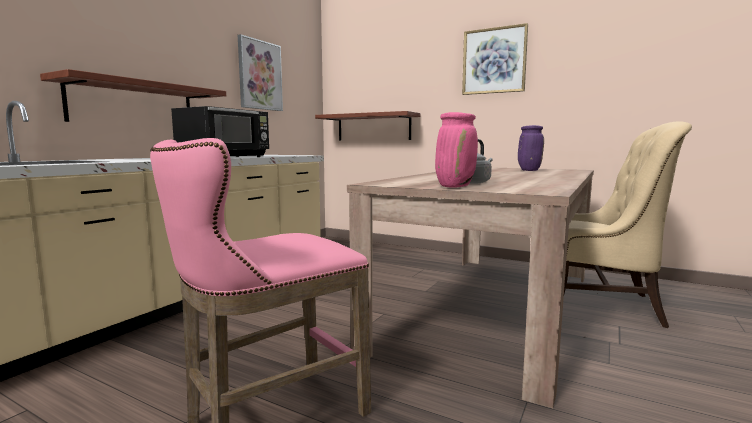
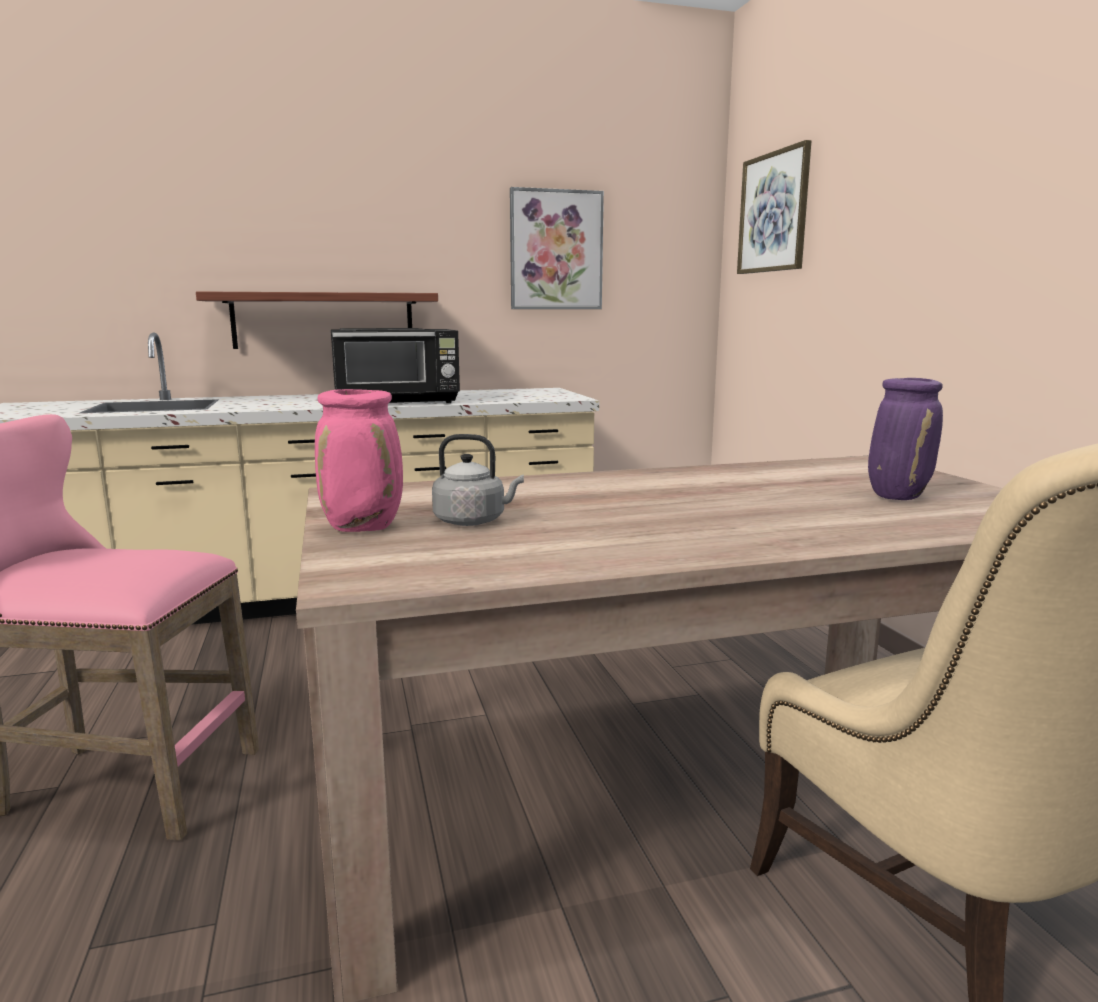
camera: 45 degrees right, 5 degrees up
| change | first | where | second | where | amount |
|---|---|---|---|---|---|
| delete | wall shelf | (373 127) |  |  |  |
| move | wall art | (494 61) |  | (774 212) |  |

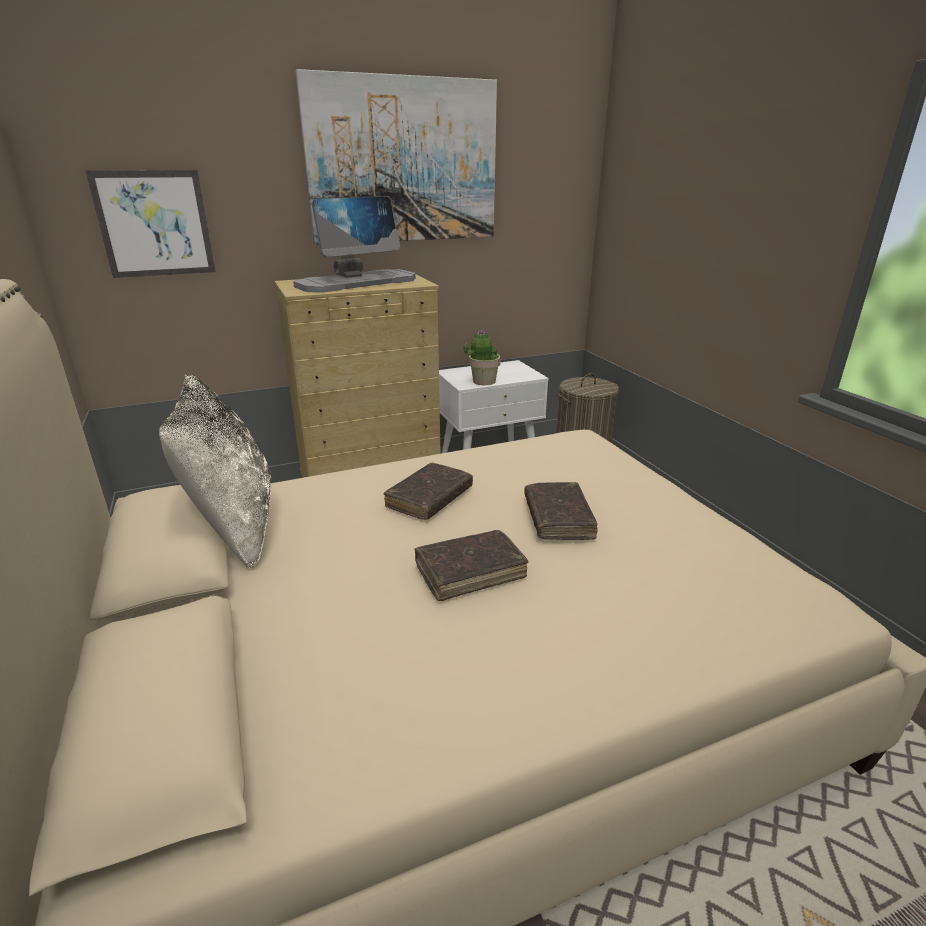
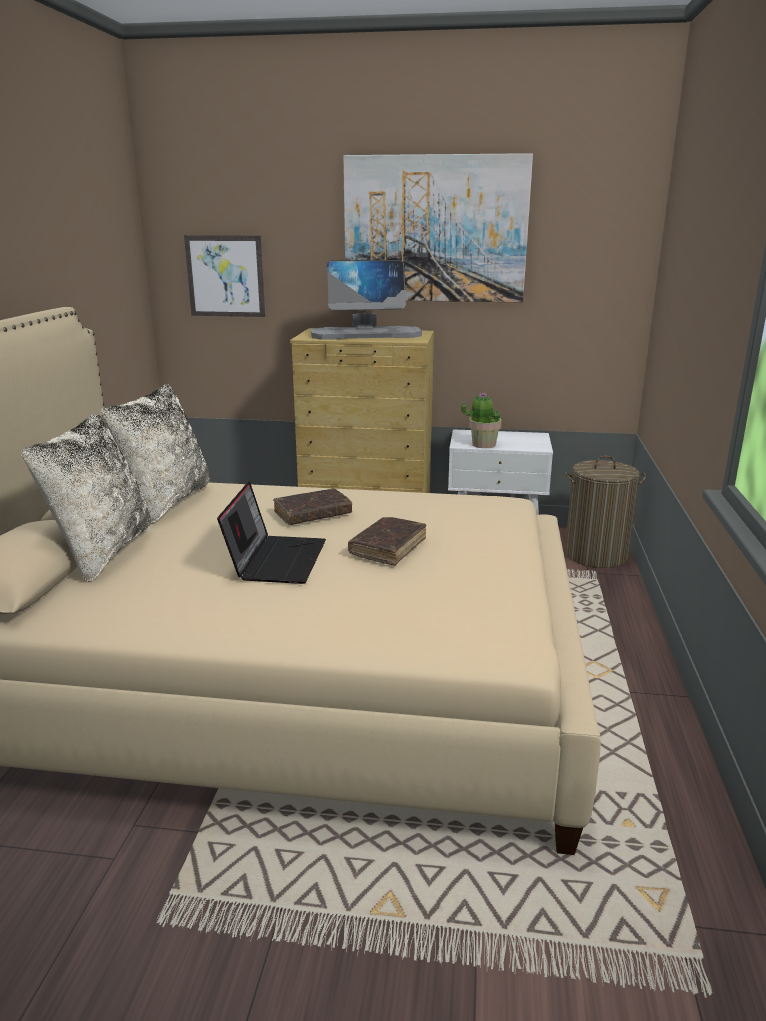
camera: 30 degrees right, 5 degrees down
| change | first | where | second | where | amount |
|---|---|---|---|---|---|
| insert |  |  | throw pillow/beige | (104 552) |  |
| replace | volume/brown | (470 572) | notebook computer | (276 559) |  |

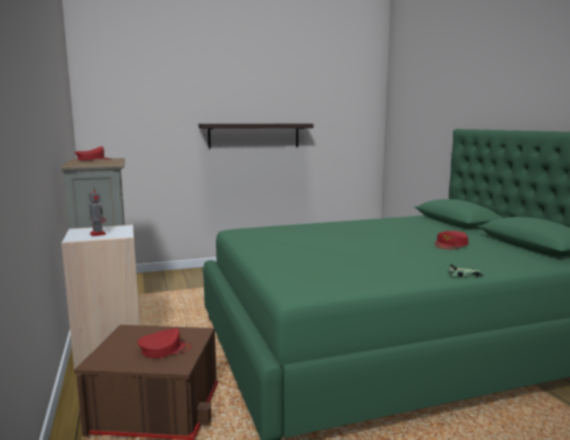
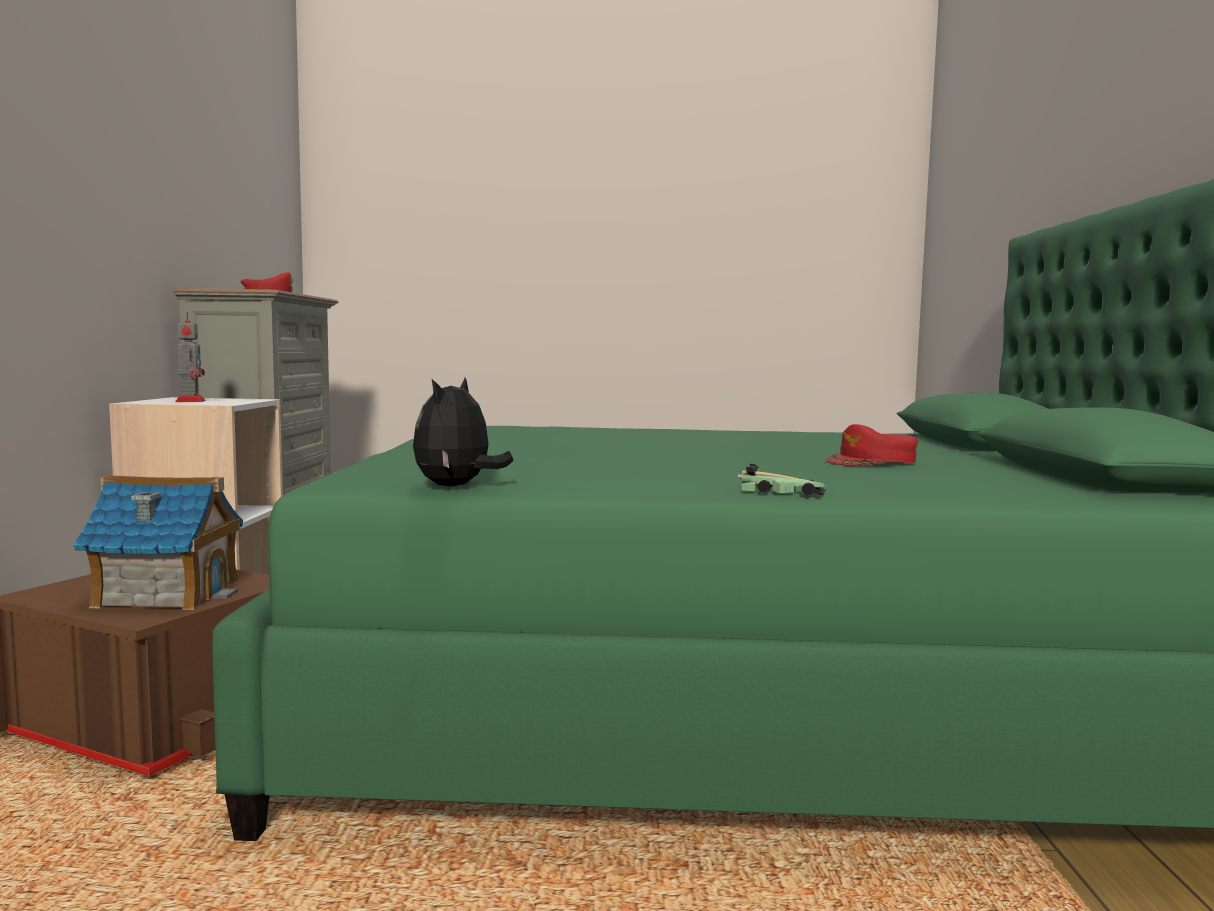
camera: 20 degrees right, 5 degrees down
| change | first | where | second | where | amount |
|---|---|---|---|---|---|
| delete | wall shelf | (254 135) |  |  |  |
| insert |  |  | cuddly toy | (456 487) |  |
| replace | cap/reddish | (165 349) | model house | (167 594) |  |

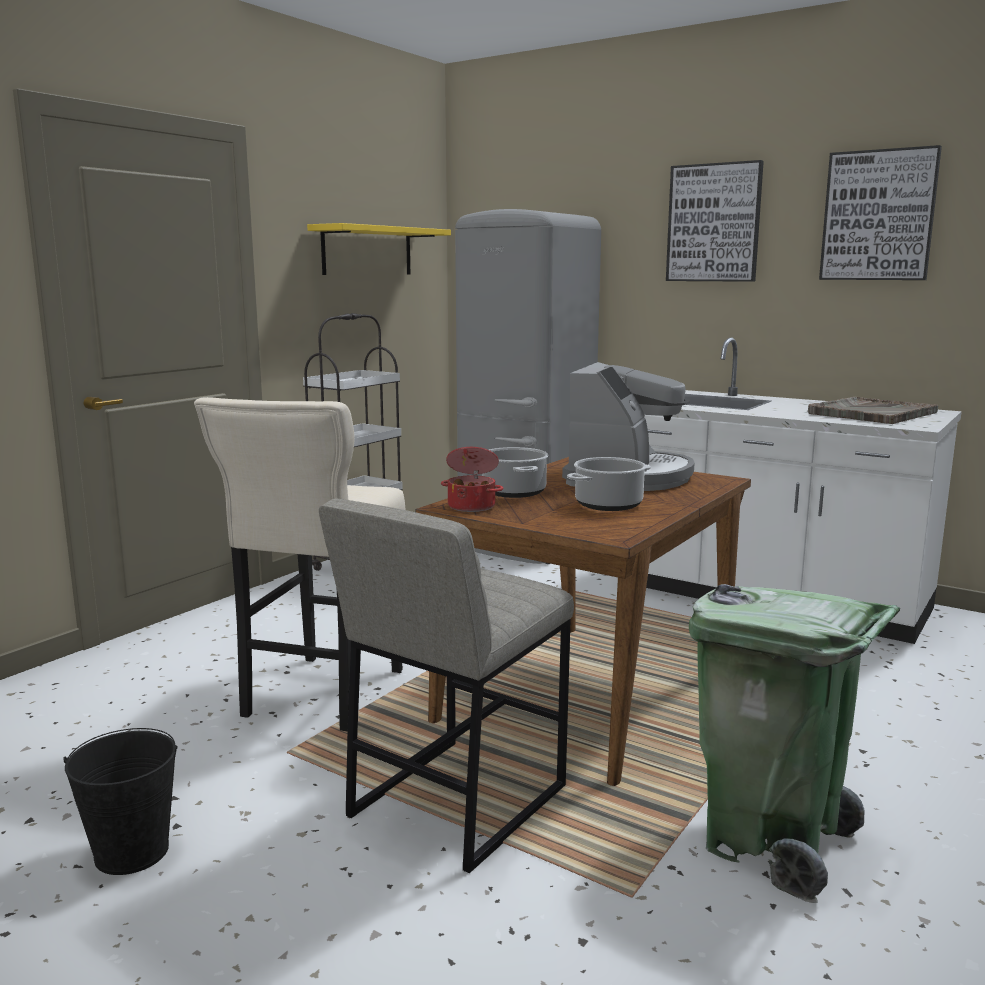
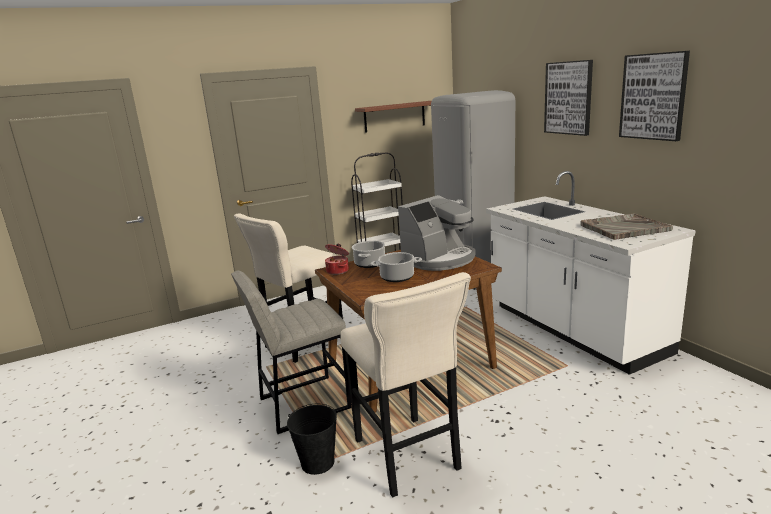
camera: 30 degrees right, 5 degrees up
| change | first | where | second | where | amount |
|---|---|---|---|---|---|
| move | pail/blackish | (132 852) |  | (317 462) |  |
| replace | trash can/green-coloured | (772 842) | stool seat/beige | (408 458) |  |
| recolor | wall shelf/yellow-coloured | (367 251) | wall shelf/brown | (394 116) |  |

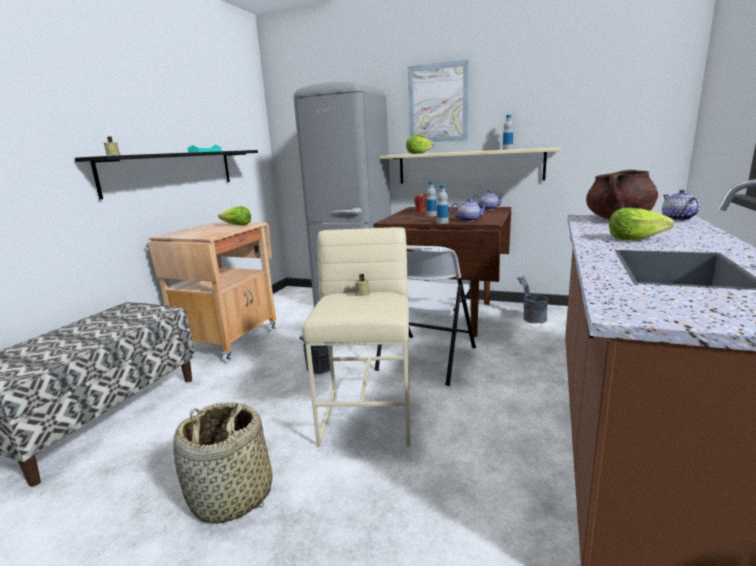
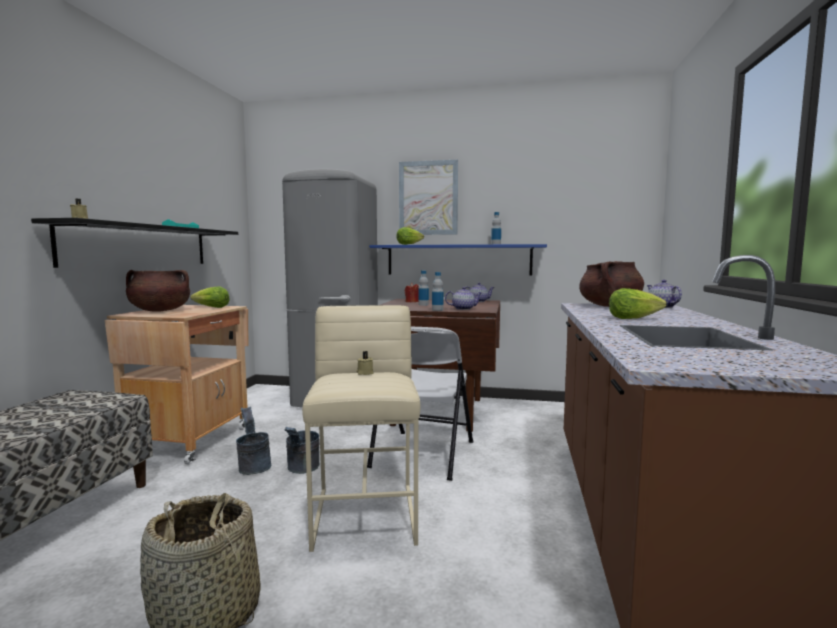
camera: 10 degrees left, 10 degrees down
| change | first | where | second | where | amount |
|---|---|---|---|---|---|
| insert |  |  | cooking pot/brown | (159 311) |  |
| move | pail/gray | (531 318) |  | (253 466) |  |
| recolor | wall shelf/beige | (469 166) | wall shelf/blue | (458 260) |  |

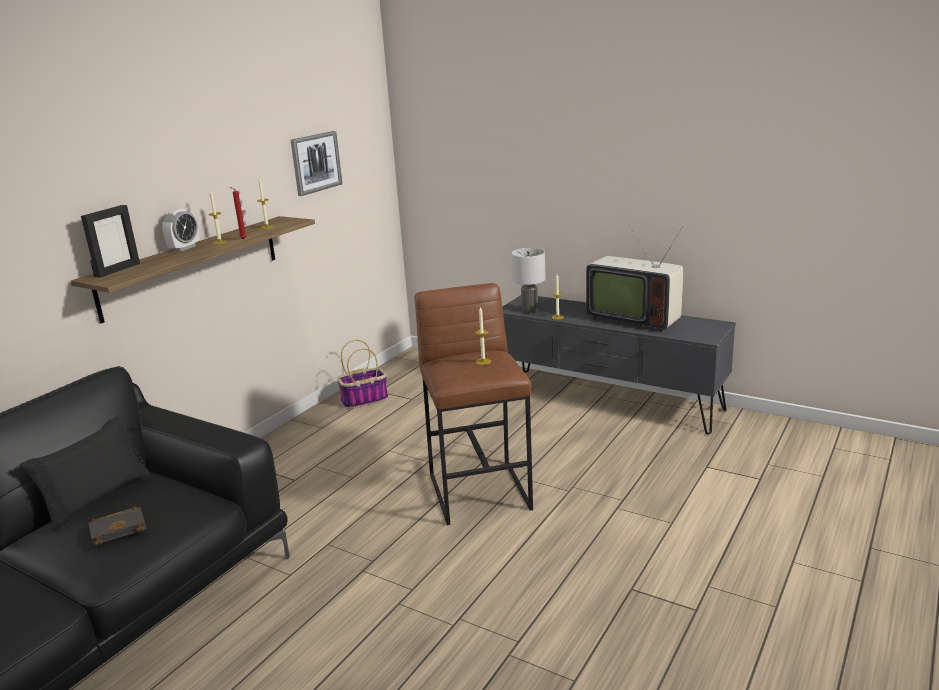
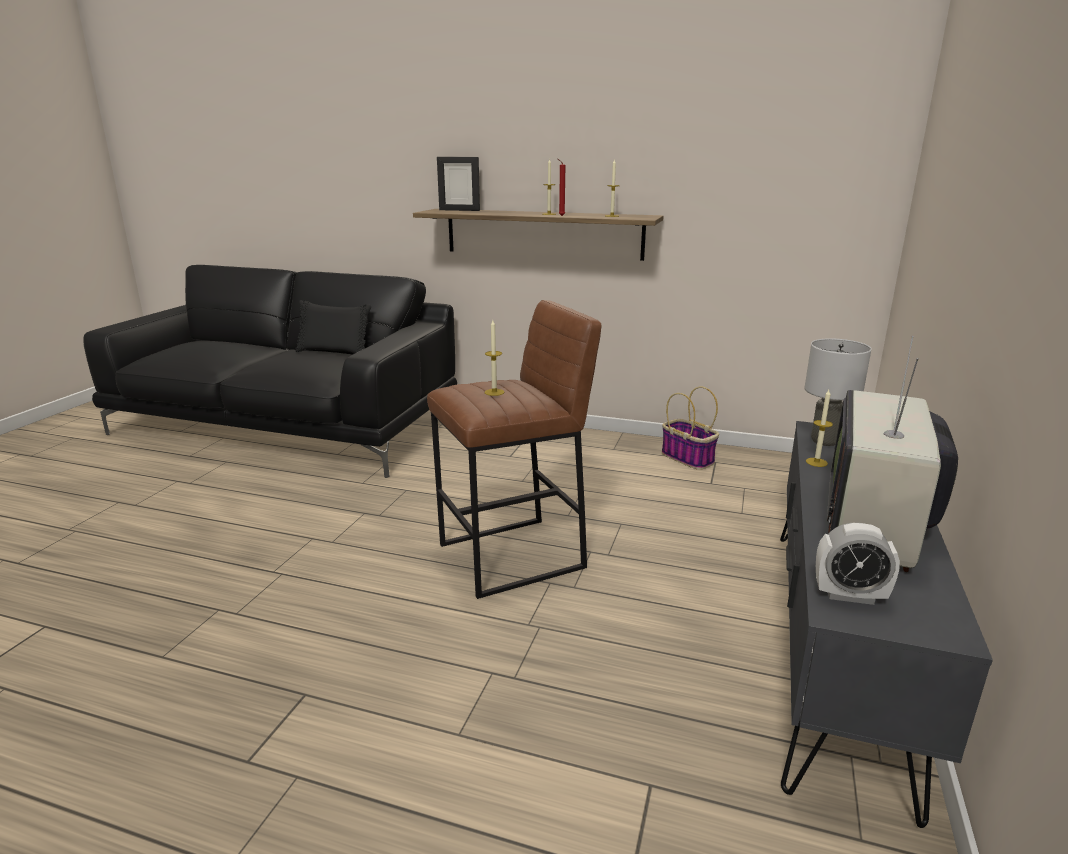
camera: 75 degrees right, 0 degrees up
| change | first | where | second | where | amount |
|---|---|---|---|---|---|
| delete | volume/blackish | (119 528) |  |  |  |
| delete | wall art | (315 162) |  |  |  |
| move | bedside clock | (184 248) |  | (849 595) |  |

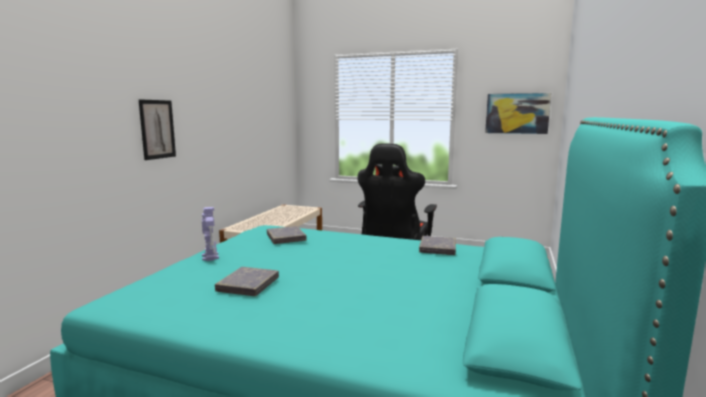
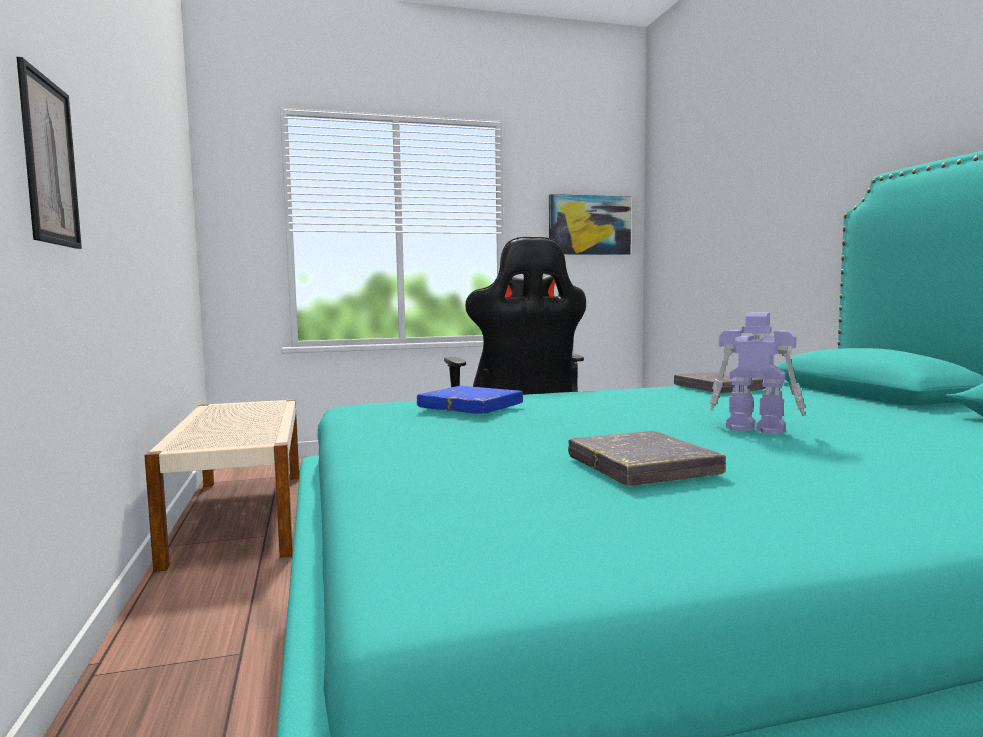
camera: 35 degrees left, 5 degrees down
| change | first | where | second | where | amount |
|---|---|---|---|---|---|
| move | toy robot | (210 256) |  | (754 428) |  |
| recolor | volume/gray | (286 238) | volume/blue | (470 407) |  |

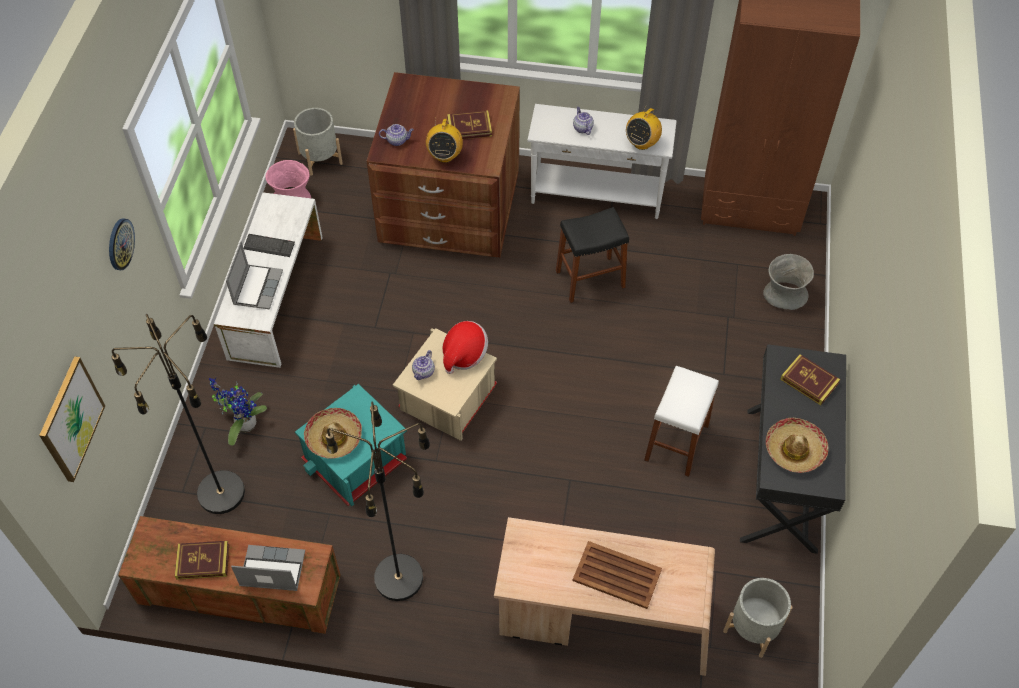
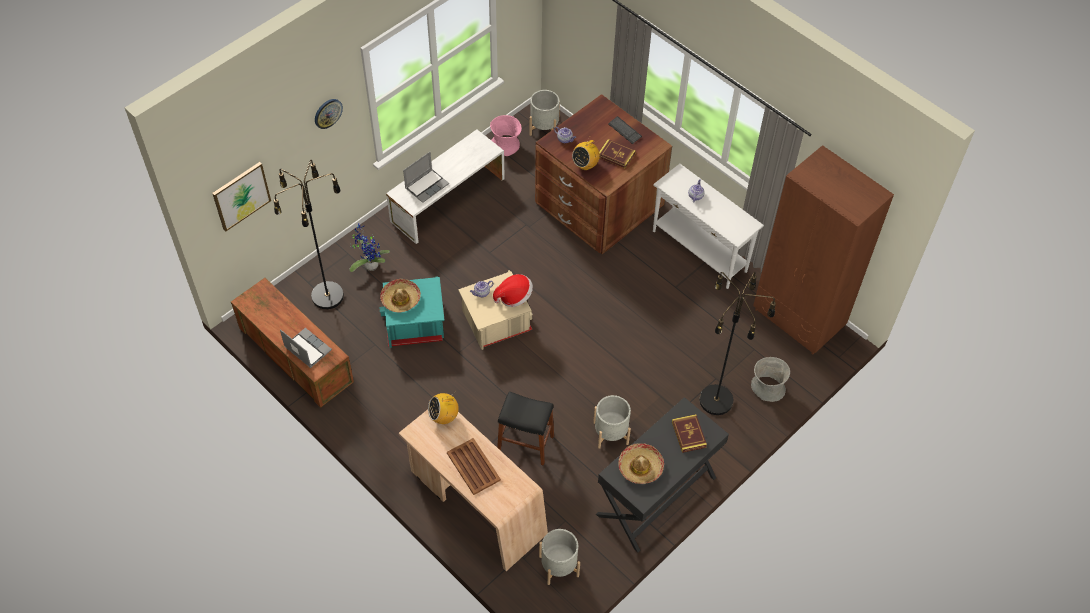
camera: 35 degrees right, 0 degrees up
| change | first | where | second | where | amount |
|---|---|---|---|---|---|
| delete | volume | (203 561) |  |  |  |
| move | PC keyboard | (269 246) |  | (624 130) |  |
| move | standard lamp | (400 578) |  | (717 401) |  |
| move | stool seat/blackish | (590 279) |  | (525 444) |  |
| move | radio | (642 143) |  | (444 416) |  |
| replace | stool seat/white | (676 442) | planter/gray | (610 433) |  |

